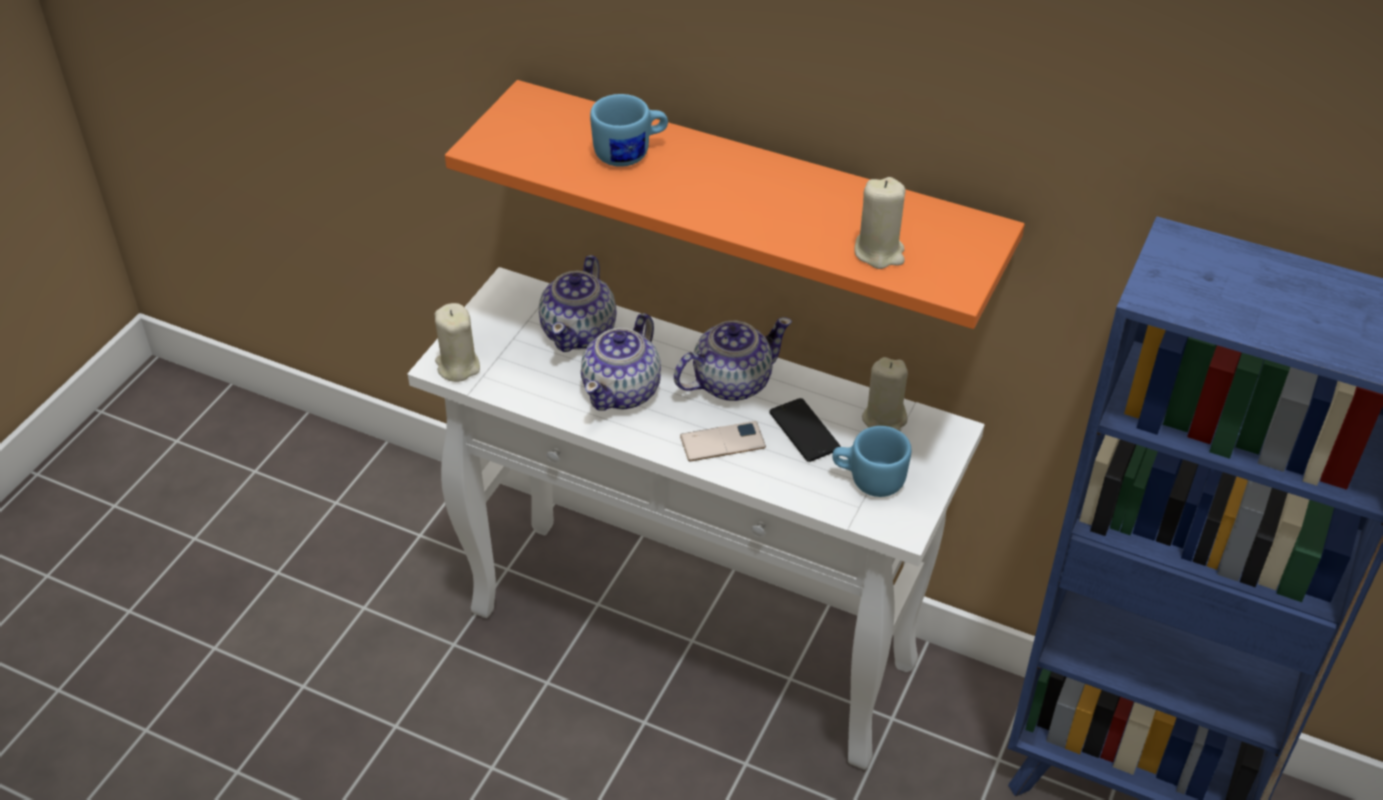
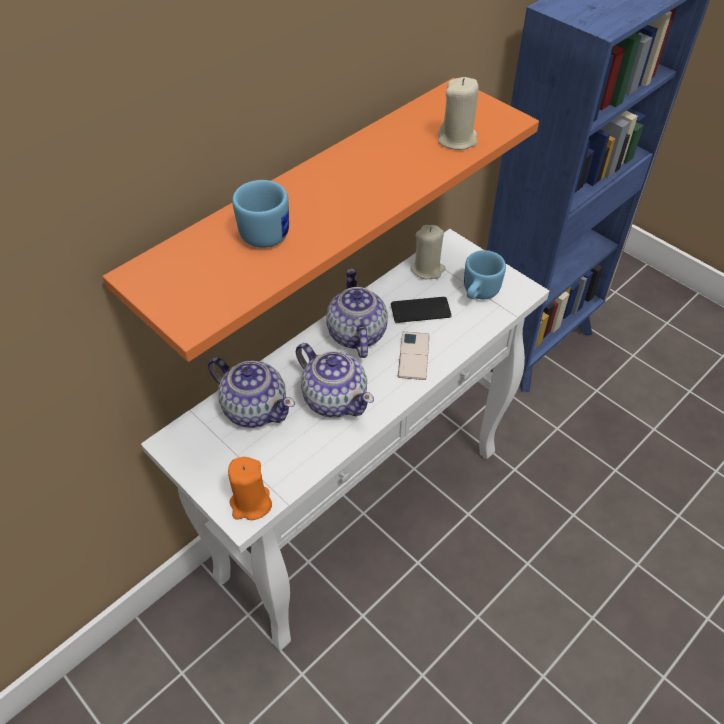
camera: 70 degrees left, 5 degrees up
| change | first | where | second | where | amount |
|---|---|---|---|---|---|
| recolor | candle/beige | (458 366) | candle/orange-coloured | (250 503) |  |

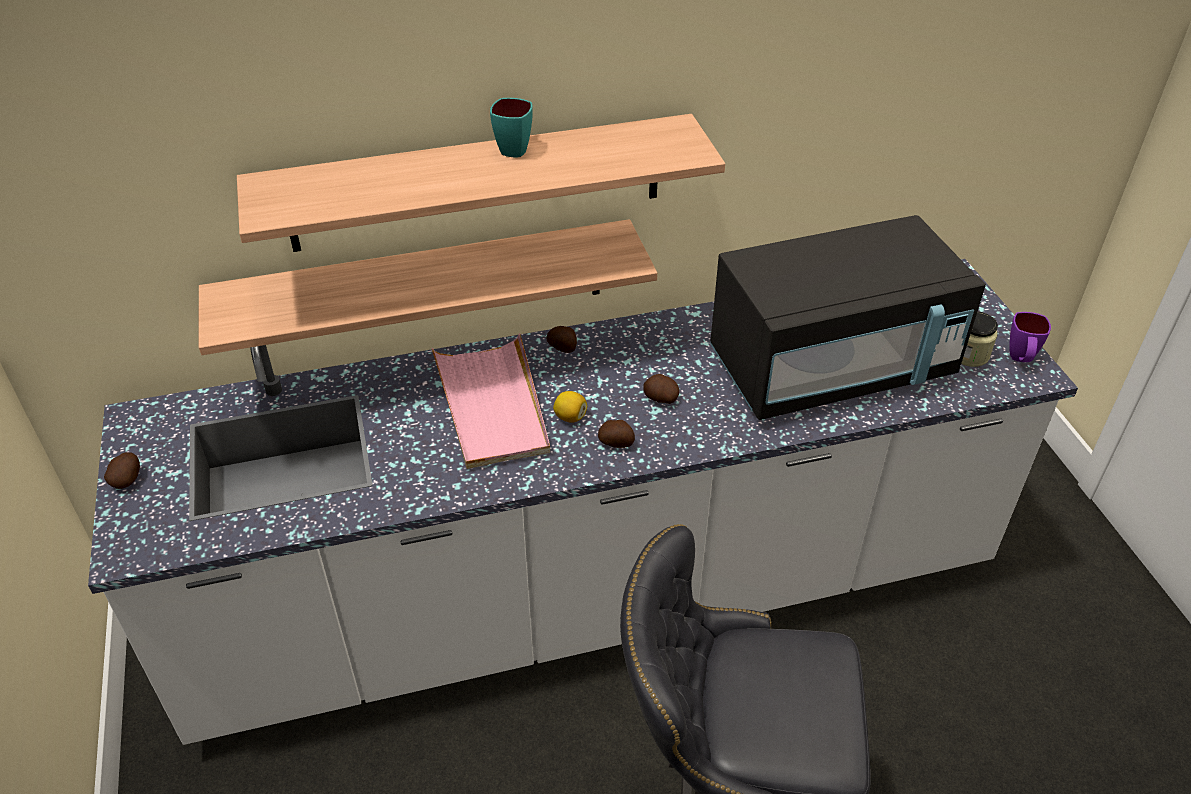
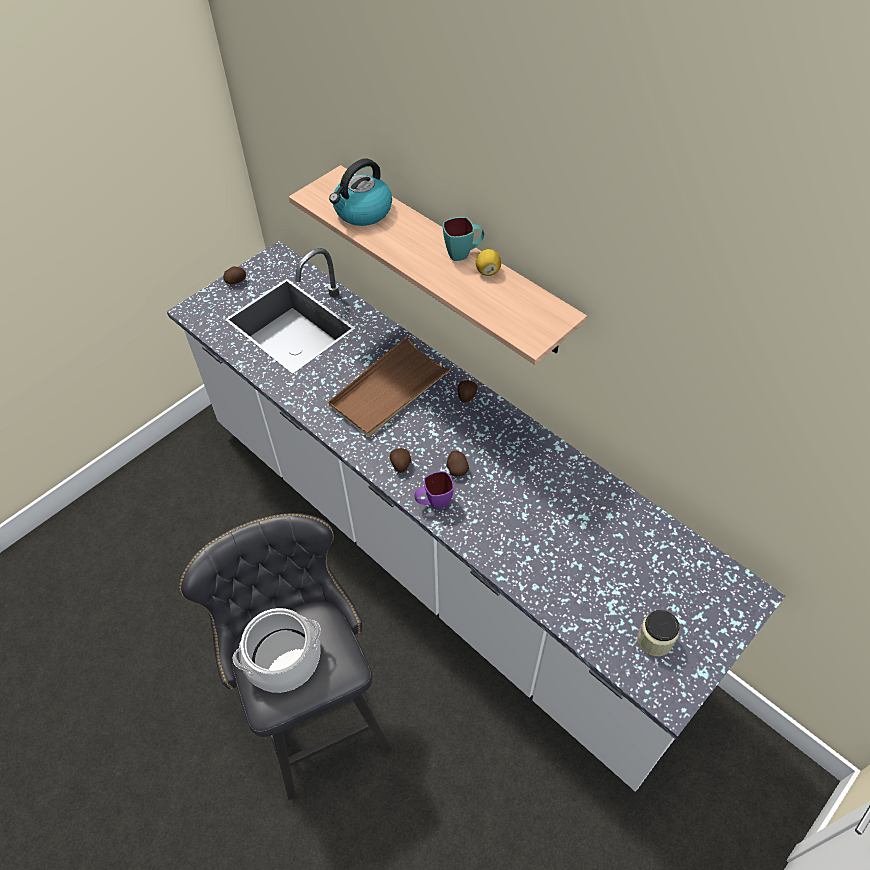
camera: 60 degrees right, 10 degrees up
| change | first | where | second | where | amount |
|---|---|---|---|---|---|
| delete | wall shelf | (427 286) |  |  |  |
| delete | microwave/blackish | (831 368) |  |  |  |
| insert |  |  | cooking pot | (283 659) |  |
| insert |  |  | kettle | (362 212) |  |
| move | citrus fruit | (570 417) |  | (487 271) |  |
| move | coffee mug/purple | (1021 360) |  | (433 503) |  |
| recolor | serving tray/pink | (492 405) | serving tray/brown | (389 390) |  |

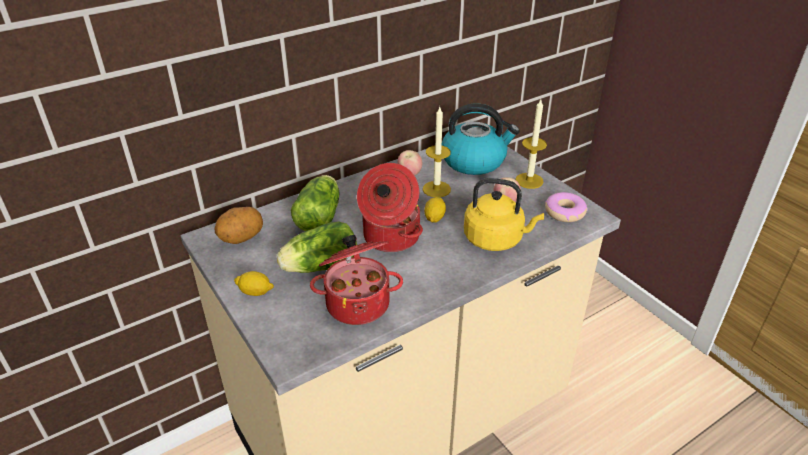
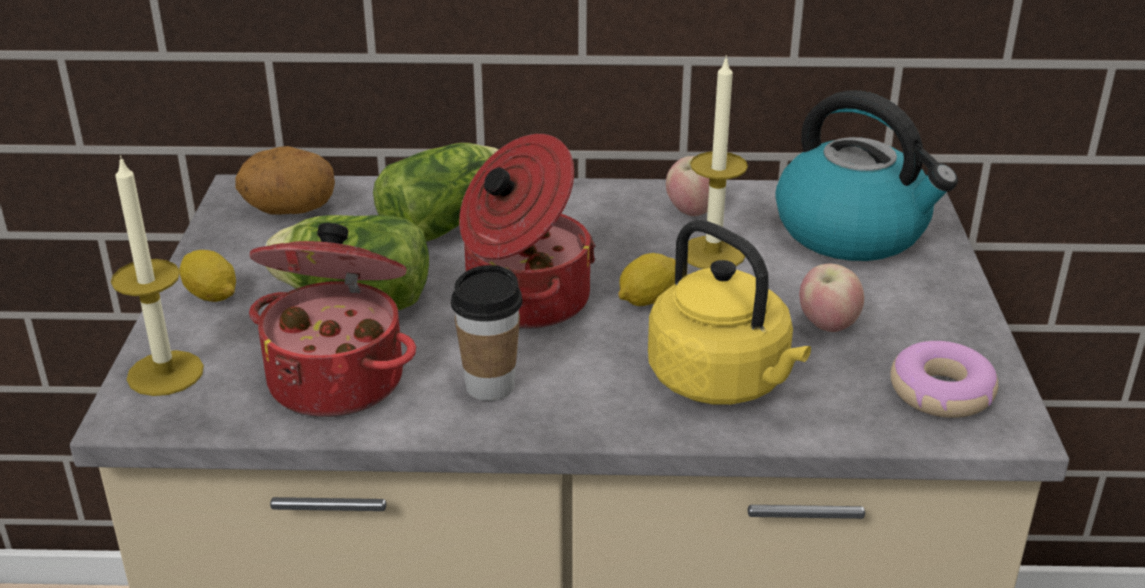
camera: 35 degrees right, 5 degrees down
| change | first | where | second | where | amount |
|---|---|---|---|---|---|
| insert |  |  | small cup | (490 386) |  |
| move | candle | (529 180) |  | (165 373) |  |

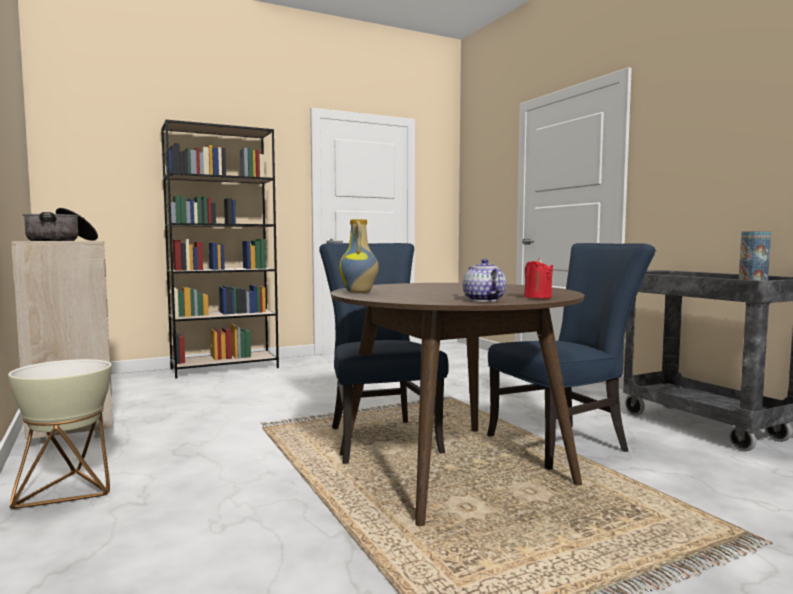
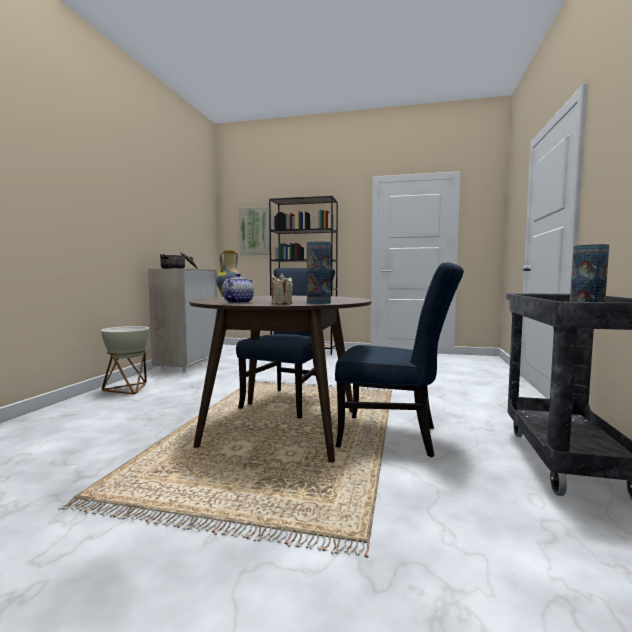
camera: 40 degrees right, 0 degrees up
| change | first | where | second | where | amount |
|---|---|---|---|---|---|
| insert |  |  | wall art | (255 231) |  |
| insert |  |  | flower vase | (318 303) |  |
| recolor | candle/reddish | (537 297) | candle/beige | (281 303) |  |

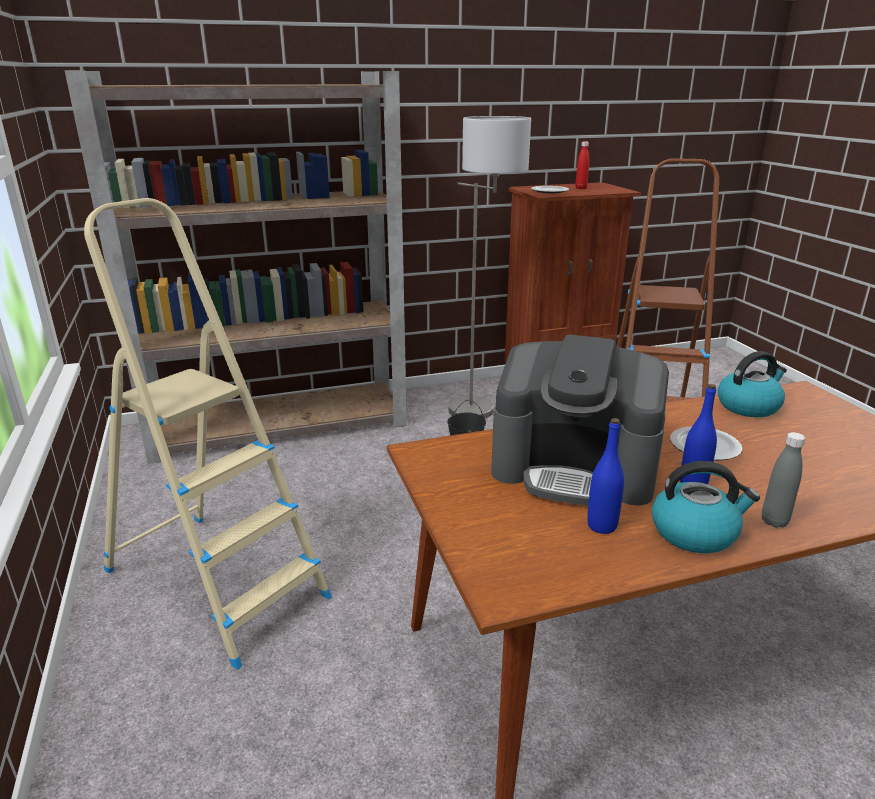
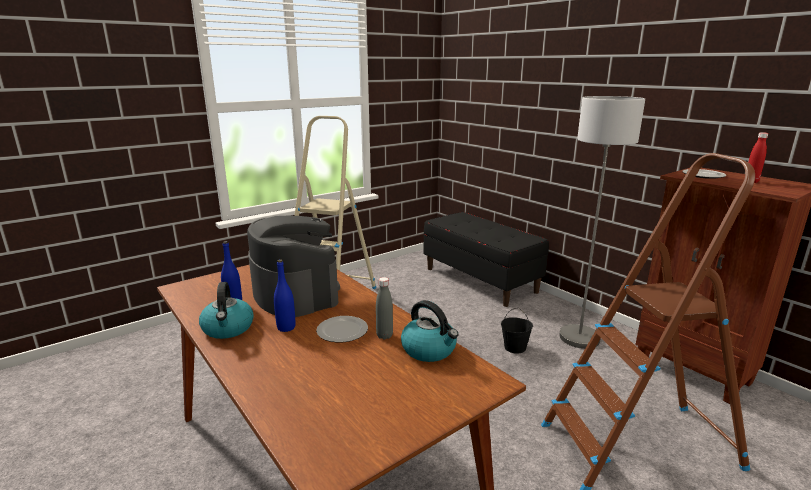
camera: 70 degrees right, 5 degrees down
| change | first | where | second | where | amount |
|---|---|---|---|---|---|
| move | beverage bottle/gray | (774 521) |  | (384 336) |  |
| replace | bookcase/brown | (279 424) | long seat/blackish | (480 280) |  |
| rotate | coffee machine | (575 468) |  | (295 293) | 150 degrees clockwise |

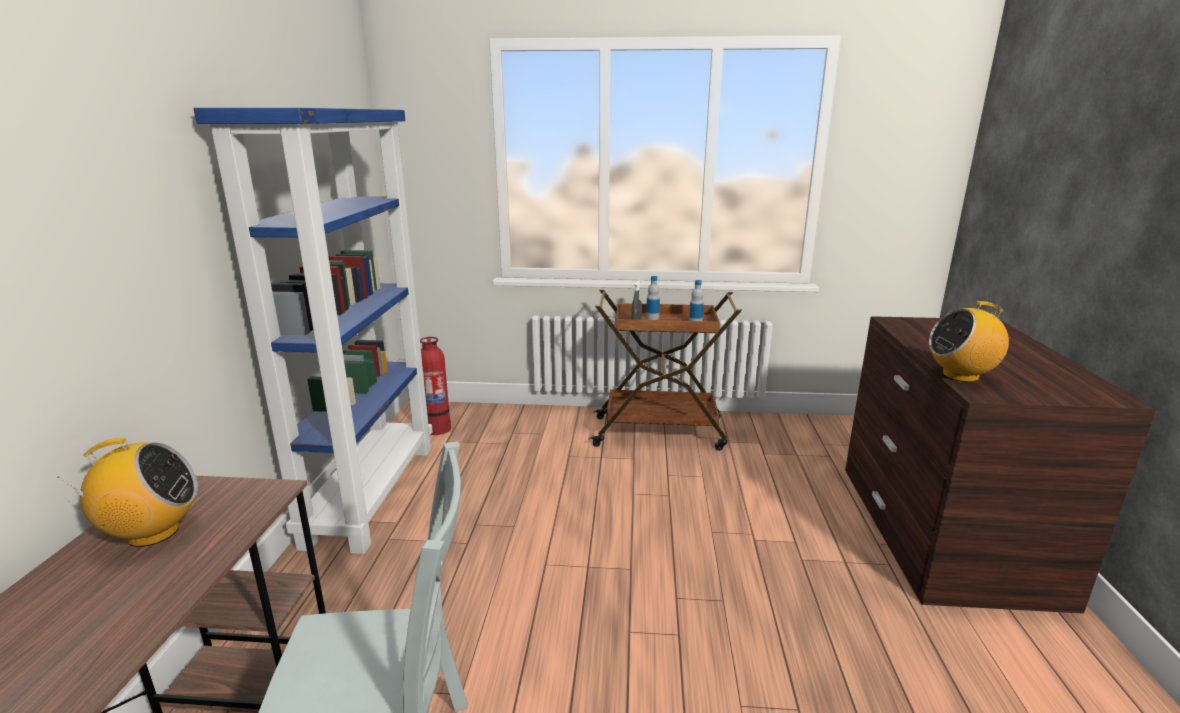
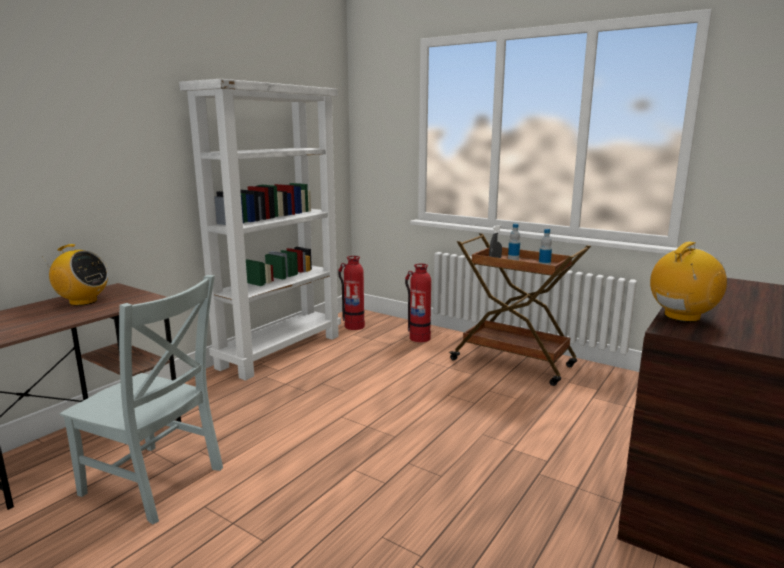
camera: 30 degrees right, 5 degrees down
| change | first | where | second | where | amount |
|---|---|---|---|---|---|
| insert |  |  | fire extinguisher | (419 338) |  |
| recolor | bookcase/blue | (371 492) | bookcase/white | (280 351) |  |
| rotate | radio | (960 375) |  | (681 317) | 120 degrees clockwise |

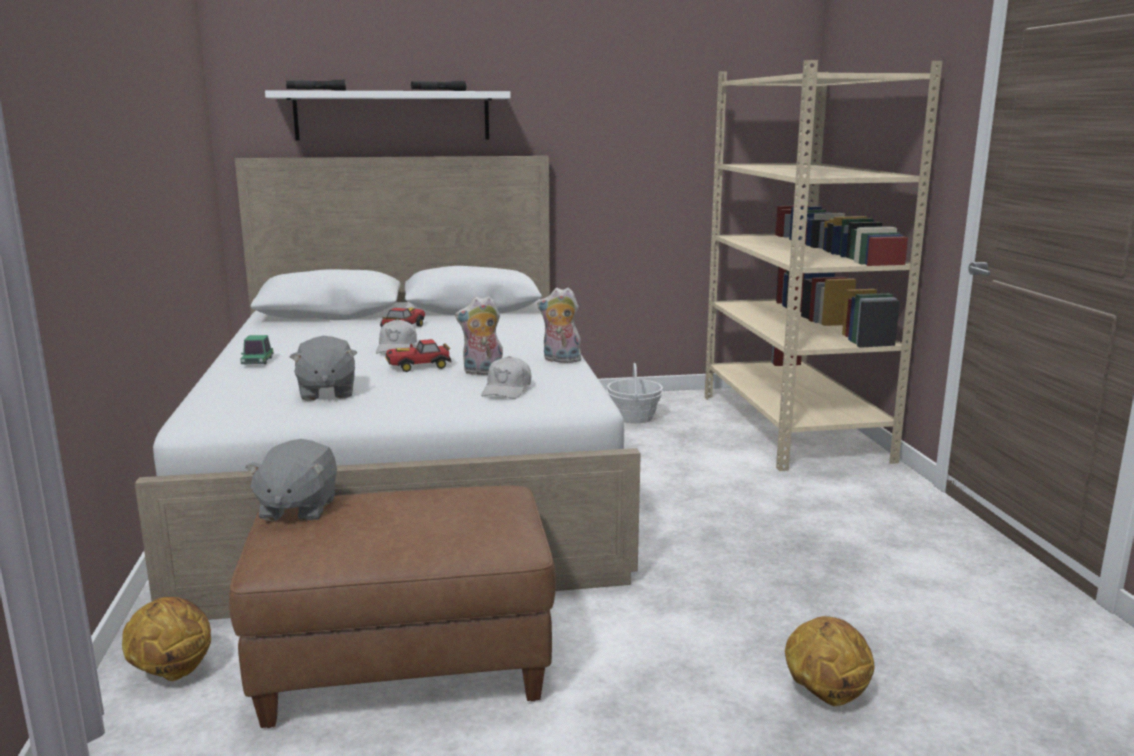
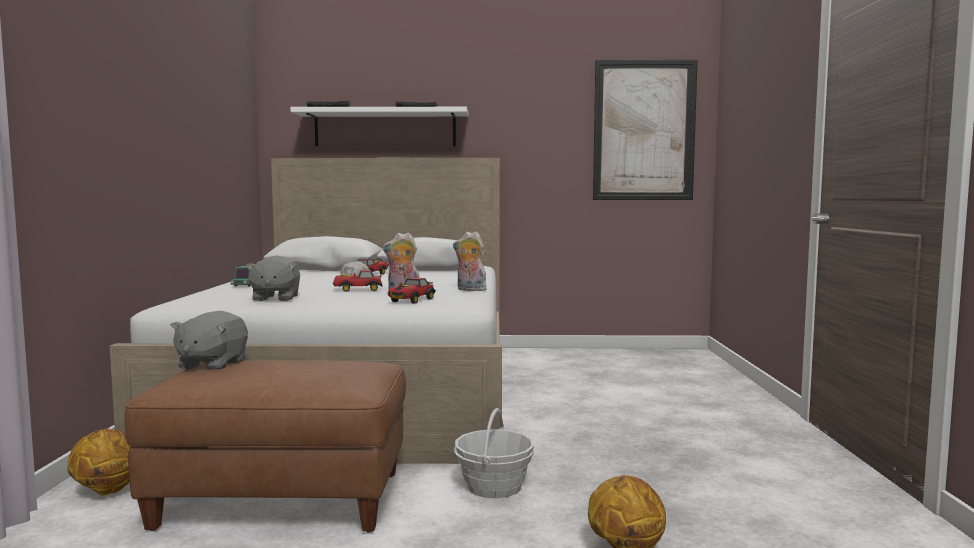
camera: 10 degrees right, 10 degrees down
| change | first | where | second | where | amount |
|---|---|---|---|---|---|
| delete | bookcase/beige | (791 427) |  |  |  |
| insert |  |  | wall art | (644 130) |  |
| move | household basket | (634 417) |  | (494 487) |  |
| replace | cap/white | (507 390) | miniature car | (411 301) |  |

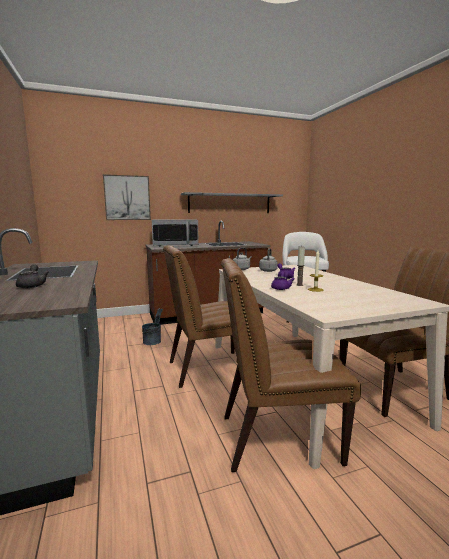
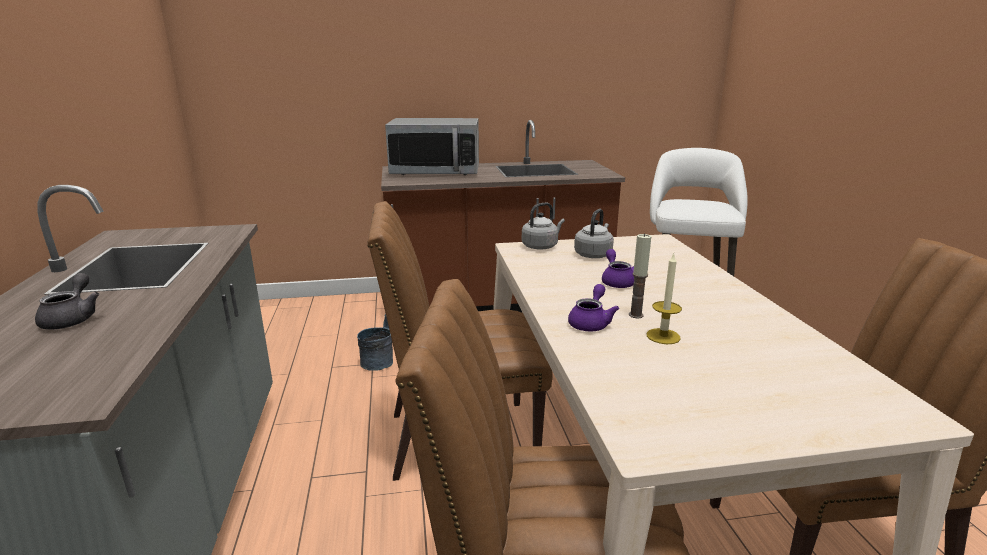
camera: 10 degrees right, 10 degrees up
| change | first | where | second | where | amount |
|---|---|---|---|---|---|
| delete | wall art | (127 198) |  |  |  |
| delete | wall shelf/gray | (230 203) |  |  |  |

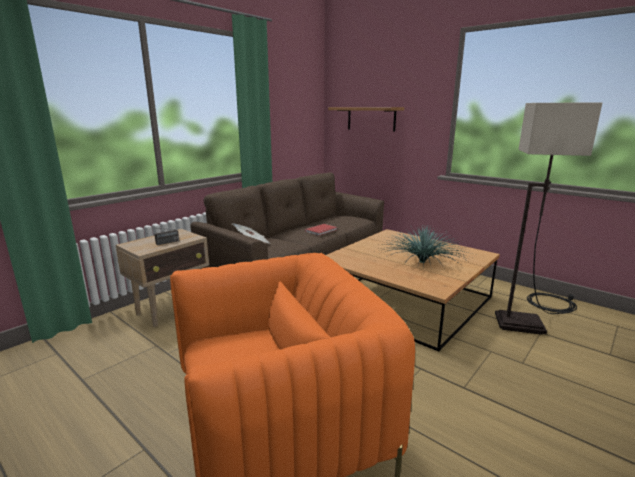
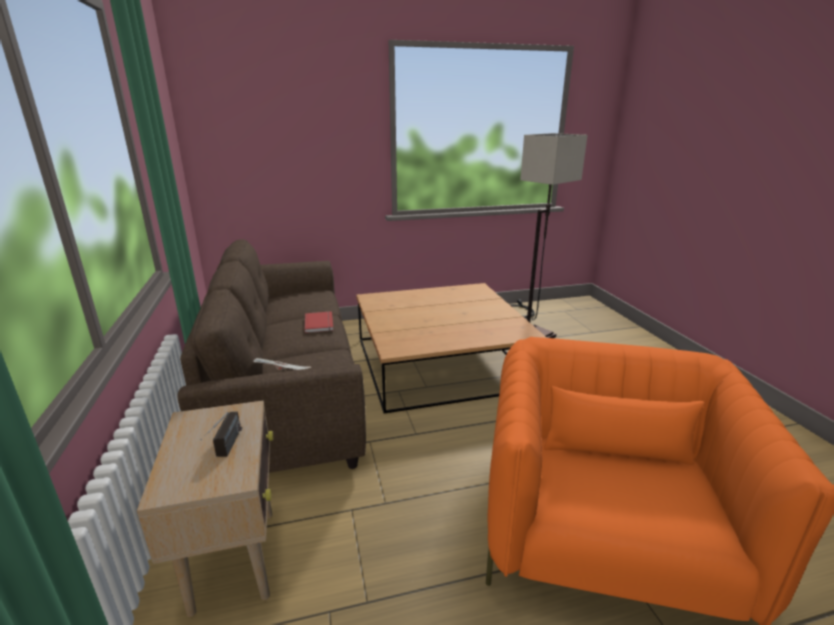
camera: 55 degrees left, 5 degrees up
| change | first | where | second | where | amount |
|---|---|---|---|---|---|
| delete | wall shelf | (371 118) |  |  |  |
| delete | potted plant | (422 262) |  |  |  |

